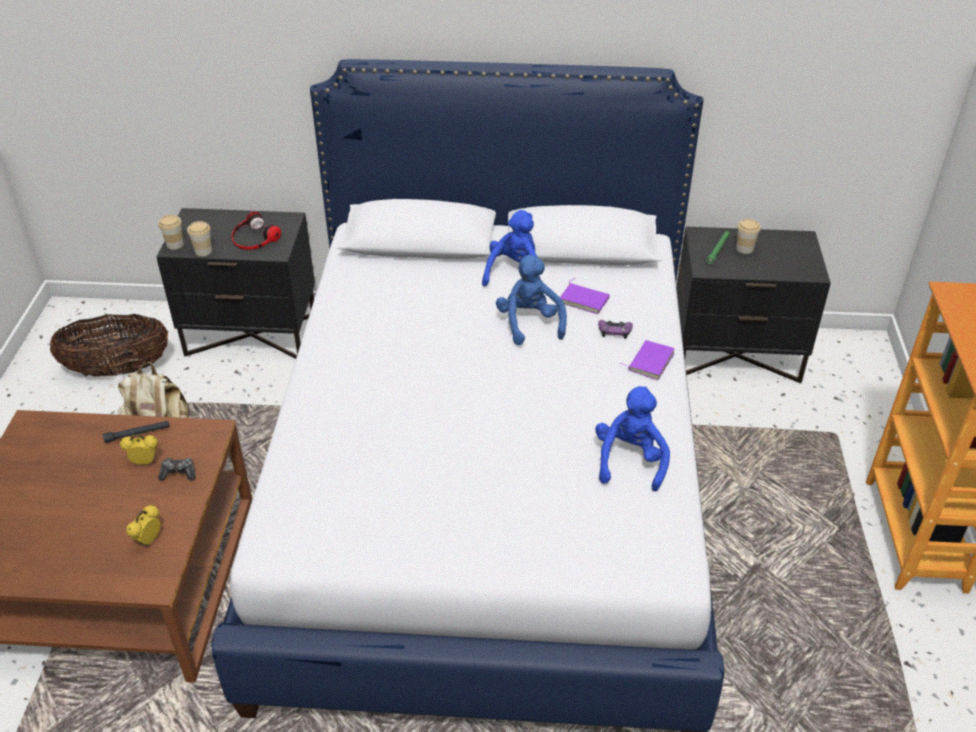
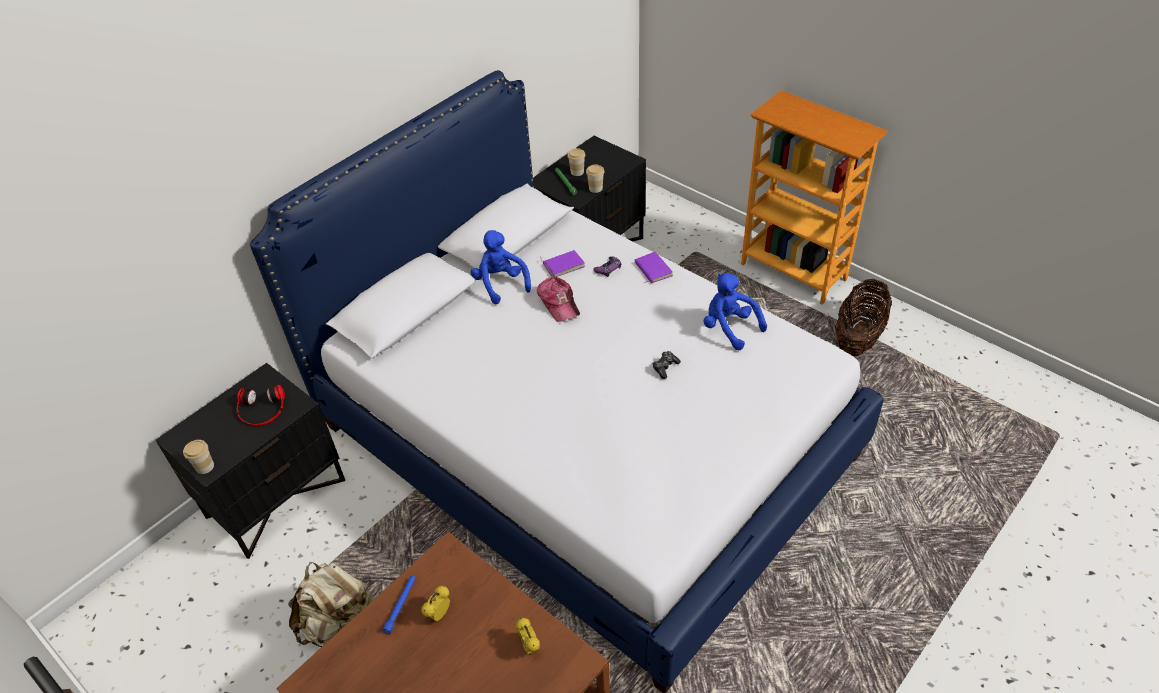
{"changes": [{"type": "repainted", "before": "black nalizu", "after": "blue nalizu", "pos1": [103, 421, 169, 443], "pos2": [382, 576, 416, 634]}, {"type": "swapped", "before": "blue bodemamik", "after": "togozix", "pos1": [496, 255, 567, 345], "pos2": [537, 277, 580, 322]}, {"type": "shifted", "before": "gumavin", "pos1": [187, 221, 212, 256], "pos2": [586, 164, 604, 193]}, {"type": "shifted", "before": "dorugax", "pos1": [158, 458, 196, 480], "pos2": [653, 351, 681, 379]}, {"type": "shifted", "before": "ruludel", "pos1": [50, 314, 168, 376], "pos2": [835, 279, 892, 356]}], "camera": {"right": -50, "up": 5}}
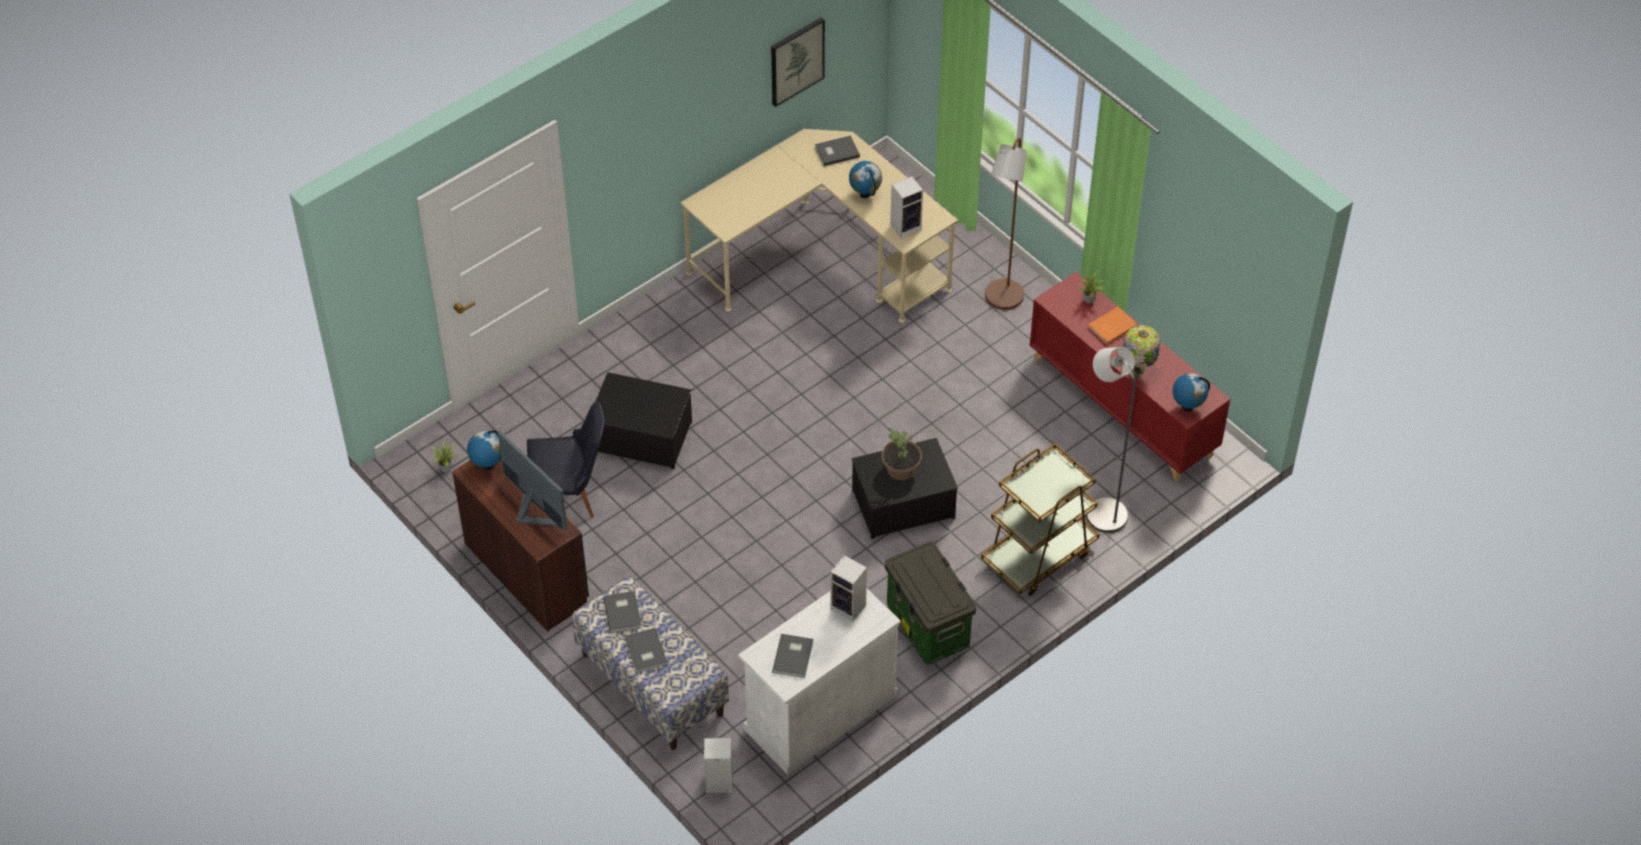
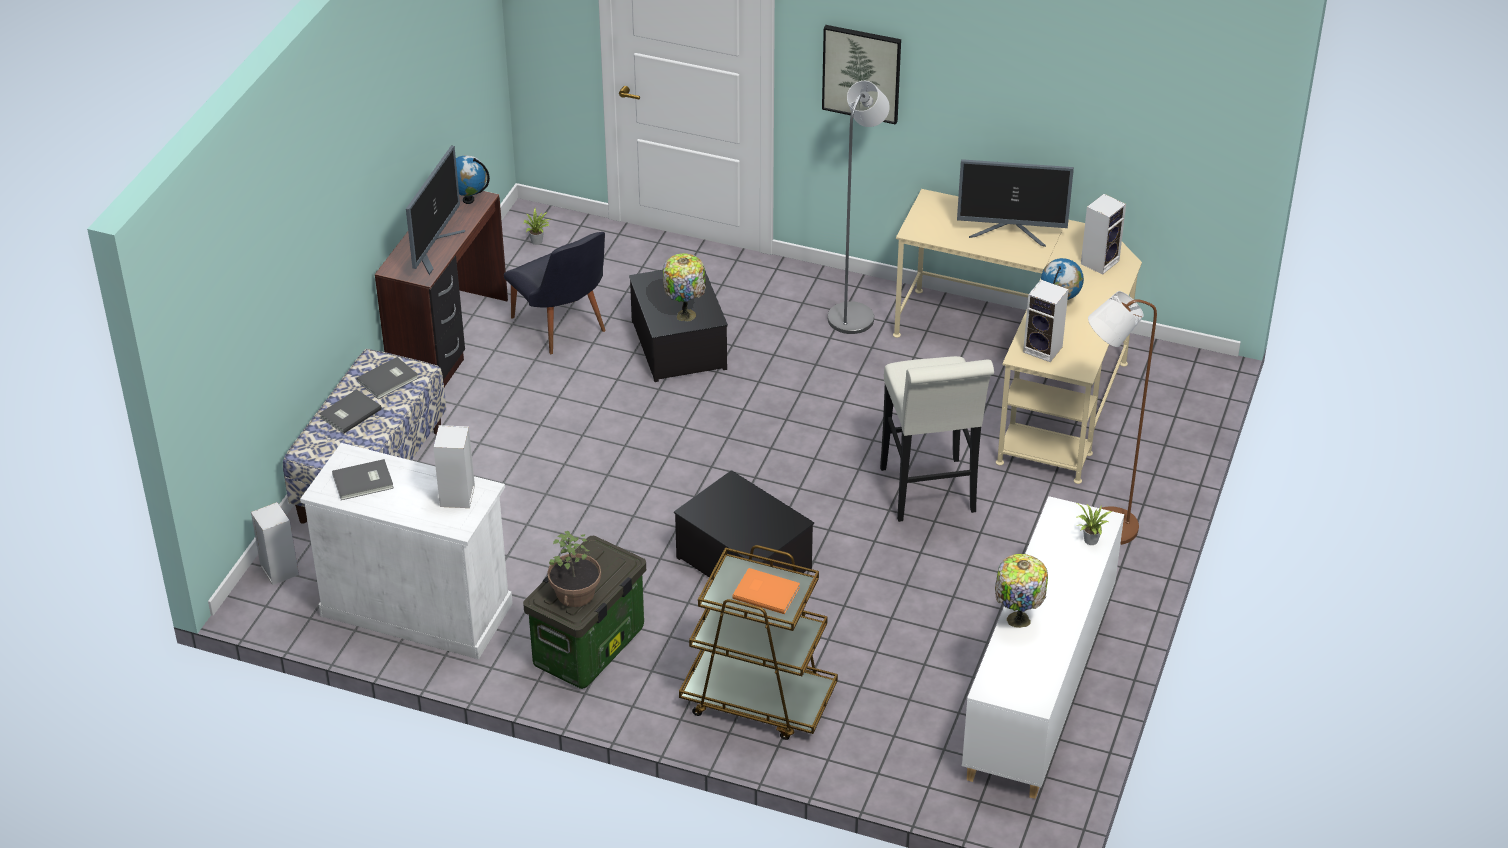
{"changes": [{"type": "shifted", "before": "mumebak", "pos1": [882, 428, 922, 480], "pos2": [547, 531, 601, 607]}, {"type": "new", "after": "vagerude", "pos2": [663, 253, 706, 321]}, {"type": "shifted", "before": "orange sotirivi", "pos1": [1088, 307, 1138, 345], "pos2": [732, 568, 800, 614]}, {"type": "shifted", "before": "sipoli", "pos1": [771, 17, 825, 107], "pos2": [822, 25, 901, 125]}, {"type": "shifted", "before": "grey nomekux", "pos1": [1086, 347, 1136, 533], "pos2": [828, 81, 890, 334]}, {"type": "new", "after": "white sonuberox", "pos2": [880, 356, 994, 522]}, {"type": "new", "after": "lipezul", "pos2": [957, 159, 1074, 247]}, {"type": "repainted", "before": "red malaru", "after": "white malaru", "pos1": [1030, 272, 1230, 481], "pos2": [962, 496, 1124, 799]}, {"type": "swapped", "before": "grey sotirivi", "after": "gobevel", "pos1": [815, 135, 860, 166], "pos2": [1081, 194, 1126, 275]}, {"type": "gone", "before": "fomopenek", "pos1": [1173, 373, 1210, 412]}], "camera": {"right": 60, "up": -10}}
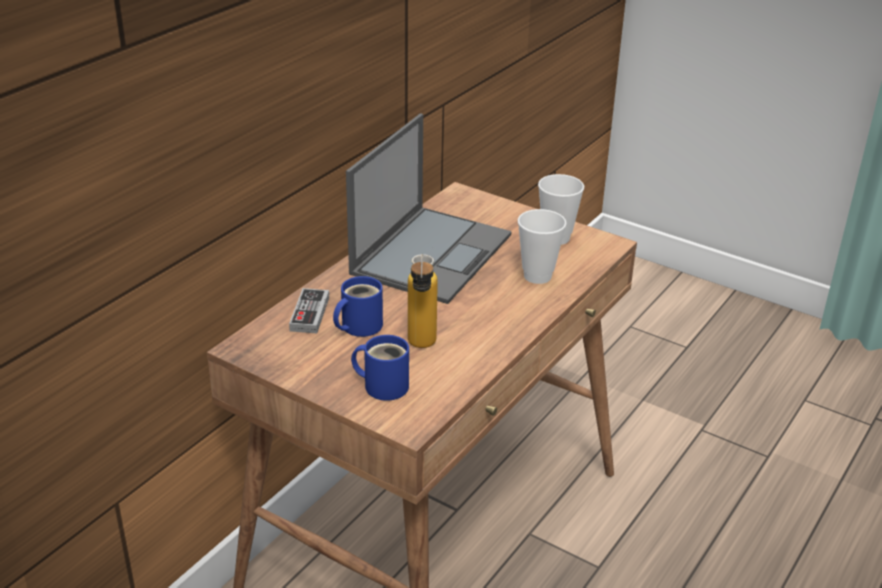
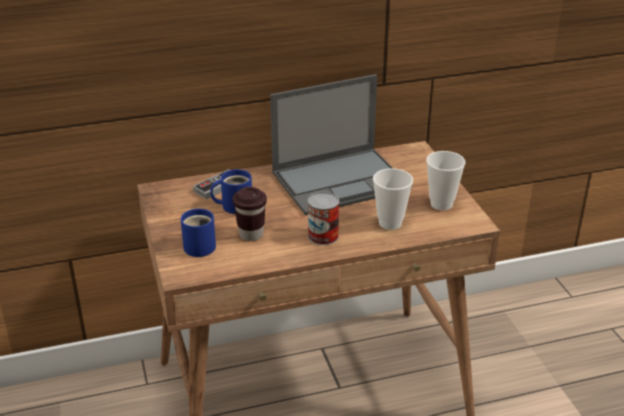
{"changes": [{"type": "swapped", "before": "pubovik", "after": "brown gumavin", "pos1": [408, 254, 438, 348], "pos2": [233, 187, 267, 241]}, {"type": "new", "after": "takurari", "pos2": [308, 192, 339, 245]}], "camera": {"right": 40, "up": 0}}
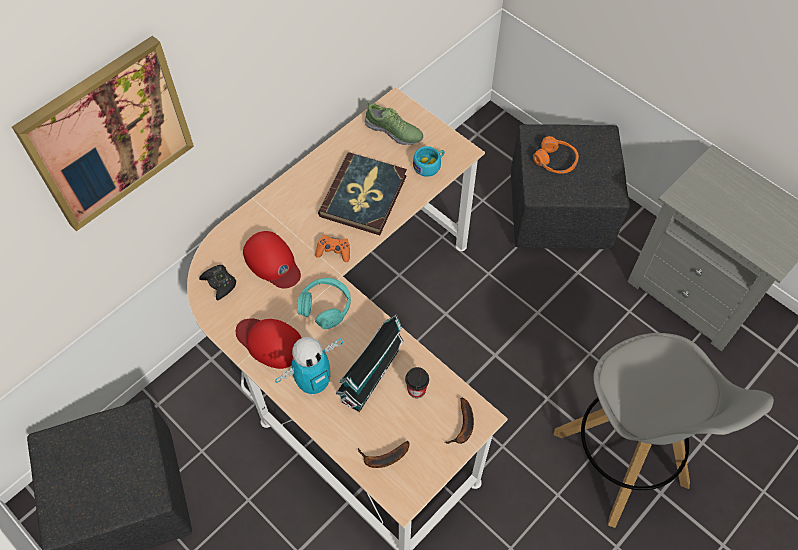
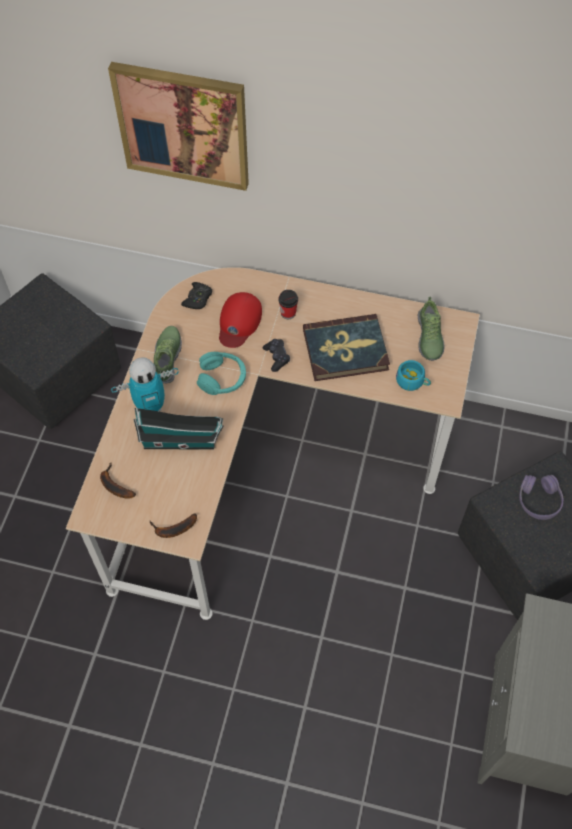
{"changes": [{"type": "rotated", "before": "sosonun", "pos1": [275, 337, 343, 396], "pos2": [111, 357, 179, 411], "turn": -45}, {"type": "swapped", "before": "red togozix", "after": "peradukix", "pos1": [236, 318, 302, 369], "pos2": [154, 326, 182, 383]}, {"type": "repainted", "before": "orange dorugax", "after": "black dorugax", "pos1": [315, 235, 350, 262], "pos2": [263, 339, 290, 372]}, {"type": "shifted", "before": "gumavin", "pos1": [405, 367, 429, 398], "pos2": [278, 290, 298, 319]}, {"type": "repainted", "before": "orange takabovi", "after": "purple takabovi", "pos1": [533, 136, 579, 174], "pos2": [519, 475, 564, 520]}, {"type": "gone", "before": "grey sonuberox", "pos1": [554, 333, 774, 528]}], "camera": {"right": 60, "up": 0}}
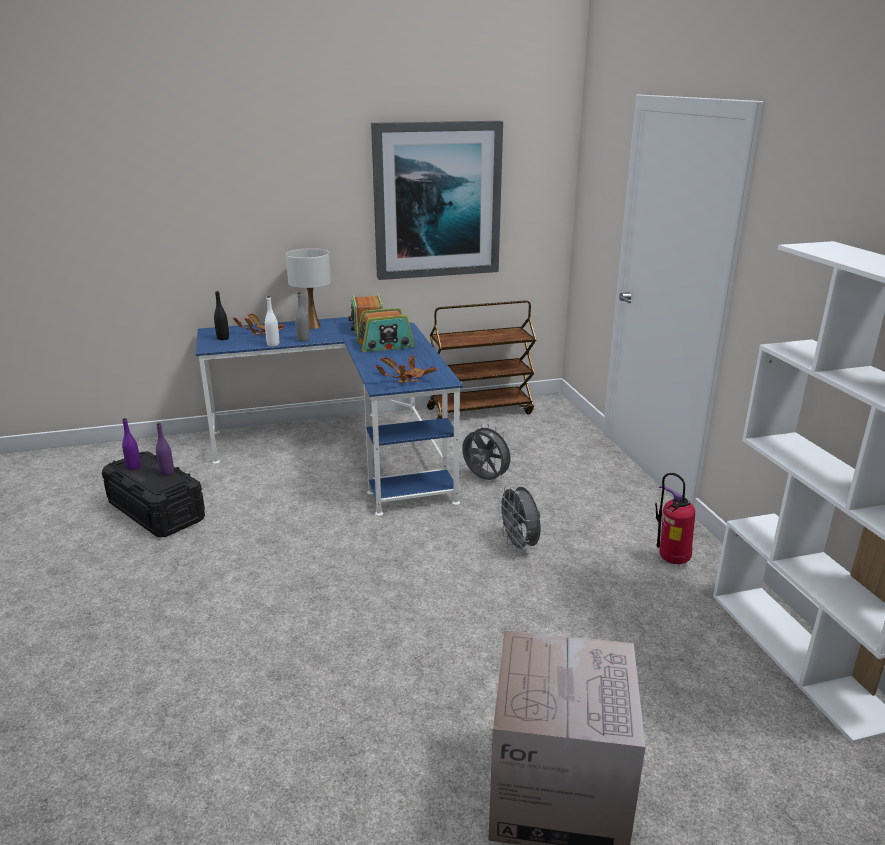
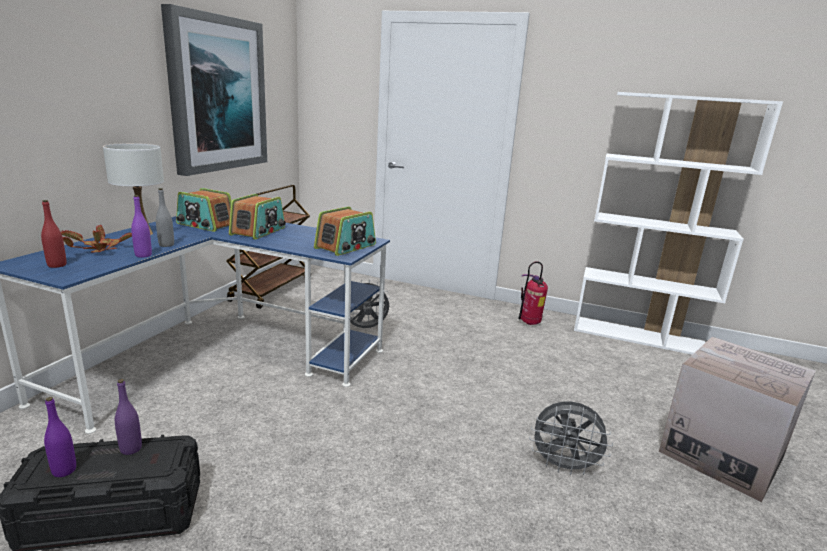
{"changes": [{"type": "repainted", "before": "black pubovik", "after": "red pubovik", "pos1": [214, 291, 229, 340], "pos2": [41, 200, 67, 268]}, {"type": "repainted", "before": "white pubovik", "after": "purple pubovik", "pos1": [265, 296, 279, 346], "pos2": [131, 195, 152, 258]}, {"type": "swapped", "before": "mumebak", "after": "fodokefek", "pos1": [375, 355, 437, 383], "pos2": [314, 207, 376, 256]}, {"type": "shifted", "before": "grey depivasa", "pos1": [497, 485, 541, 553], "pos2": [529, 401, 613, 475]}], "camera": {"right": -55, "up": -5}}
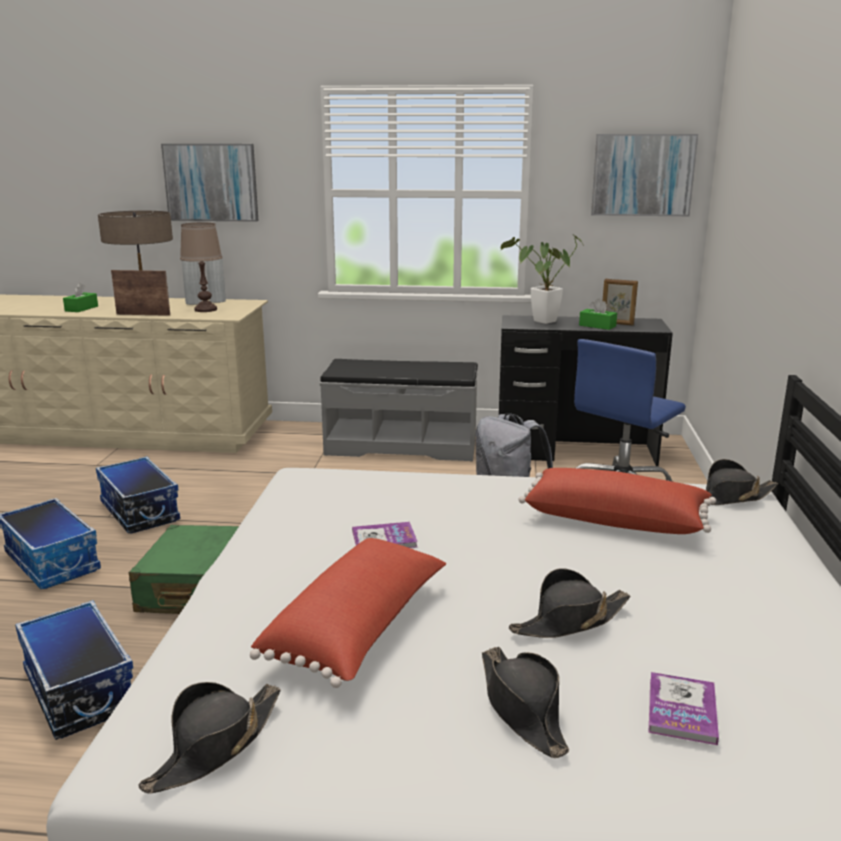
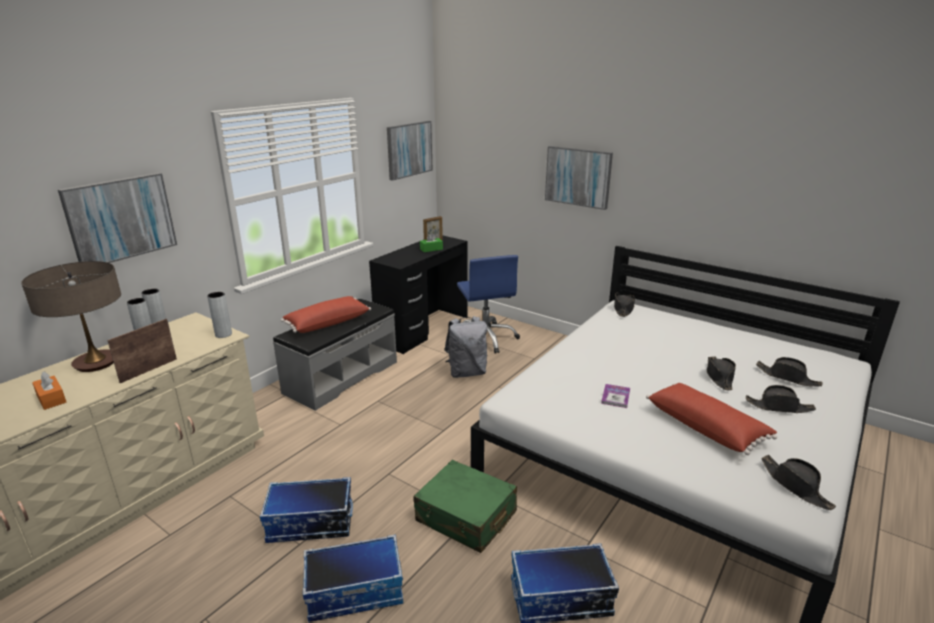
{"changes": [{"type": "repainted", "before": "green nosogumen", "after": "orange nosogumen", "pos1": [63, 283, 98, 312], "pos2": [32, 372, 66, 410]}, {"type": "new", "after": "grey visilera", "pos2": [207, 292, 232, 338]}, {"type": "shifted", "before": "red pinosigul", "pos1": [519, 468, 716, 534], "pos2": [281, 296, 371, 333]}, {"type": "new", "after": "sipoli", "pos2": [545, 146, 613, 210]}, {"type": "swapped", "before": "sotirivi", "after": "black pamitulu", "pos1": [649, 672, 719, 745], "pos2": [756, 357, 823, 386]}, {"type": "gone", "before": "brown vagerude", "pos1": [180, 222, 222, 312]}, {"type": "gone", "before": "mumebak", "pos1": [501, 234, 584, 324]}], "camera": {"right": -60, "up": 5}}
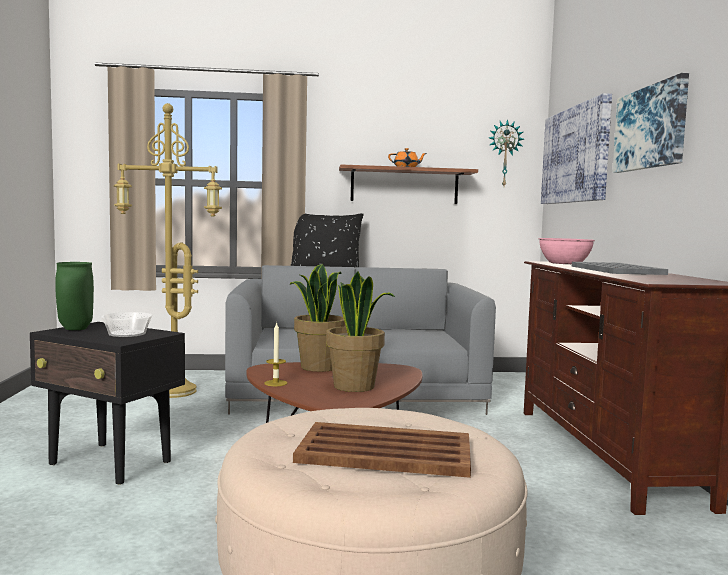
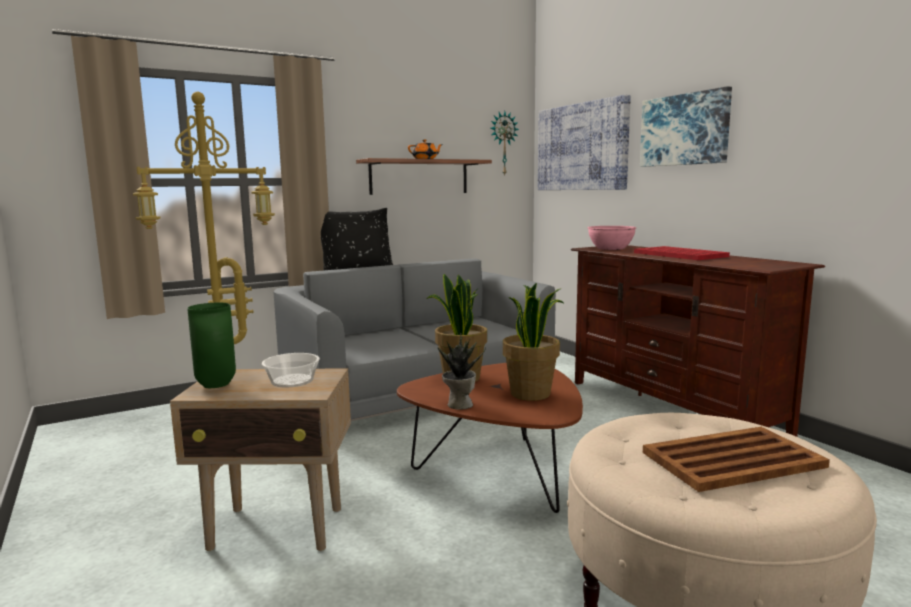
{"changes": [{"type": "repainted", "before": "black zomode", "after": "beige zomode", "pos1": [30, 322, 185, 485], "pos2": [170, 368, 351, 551]}, {"type": "swapped", "before": "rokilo", "after": "mumebak", "pos1": [264, 323, 288, 386], "pos2": [438, 332, 486, 410]}, {"type": "repainted", "before": "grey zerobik", "after": "red zerobik", "pos1": [572, 262, 668, 275], "pos2": [634, 246, 730, 260]}], "camera": {"right": -25, "up": 5}}
